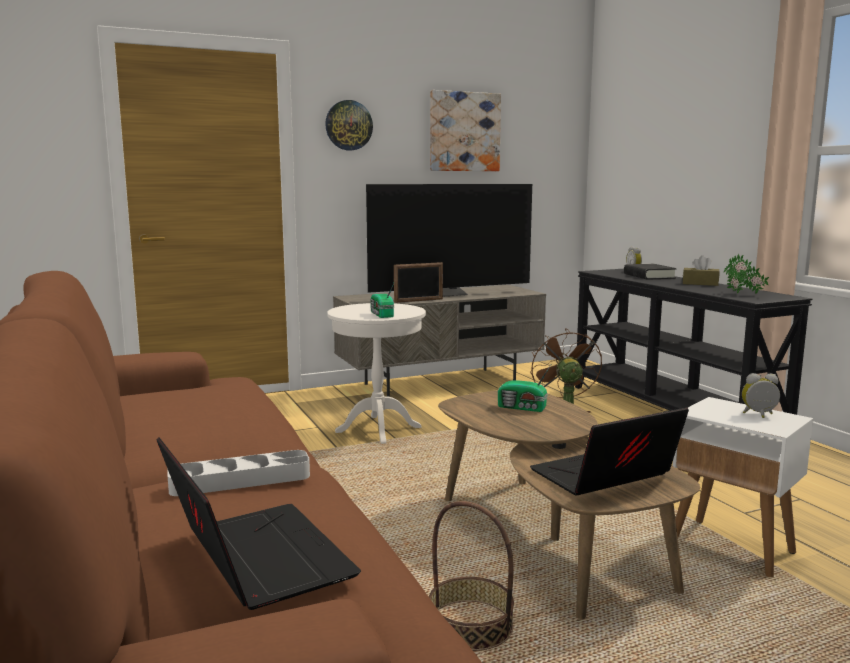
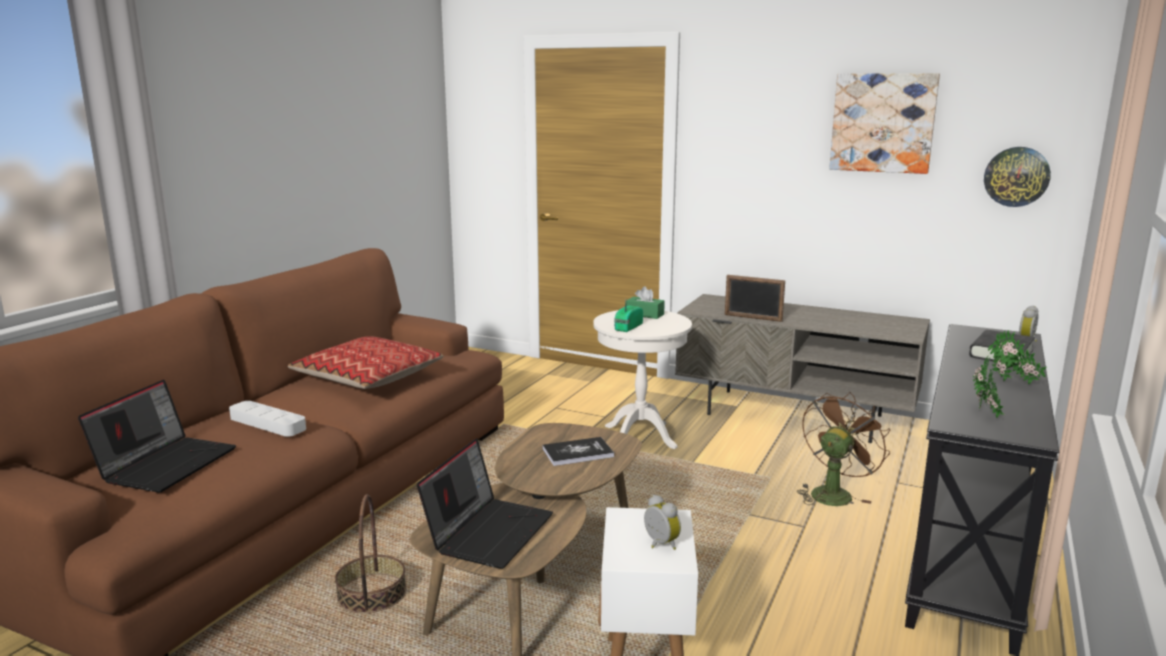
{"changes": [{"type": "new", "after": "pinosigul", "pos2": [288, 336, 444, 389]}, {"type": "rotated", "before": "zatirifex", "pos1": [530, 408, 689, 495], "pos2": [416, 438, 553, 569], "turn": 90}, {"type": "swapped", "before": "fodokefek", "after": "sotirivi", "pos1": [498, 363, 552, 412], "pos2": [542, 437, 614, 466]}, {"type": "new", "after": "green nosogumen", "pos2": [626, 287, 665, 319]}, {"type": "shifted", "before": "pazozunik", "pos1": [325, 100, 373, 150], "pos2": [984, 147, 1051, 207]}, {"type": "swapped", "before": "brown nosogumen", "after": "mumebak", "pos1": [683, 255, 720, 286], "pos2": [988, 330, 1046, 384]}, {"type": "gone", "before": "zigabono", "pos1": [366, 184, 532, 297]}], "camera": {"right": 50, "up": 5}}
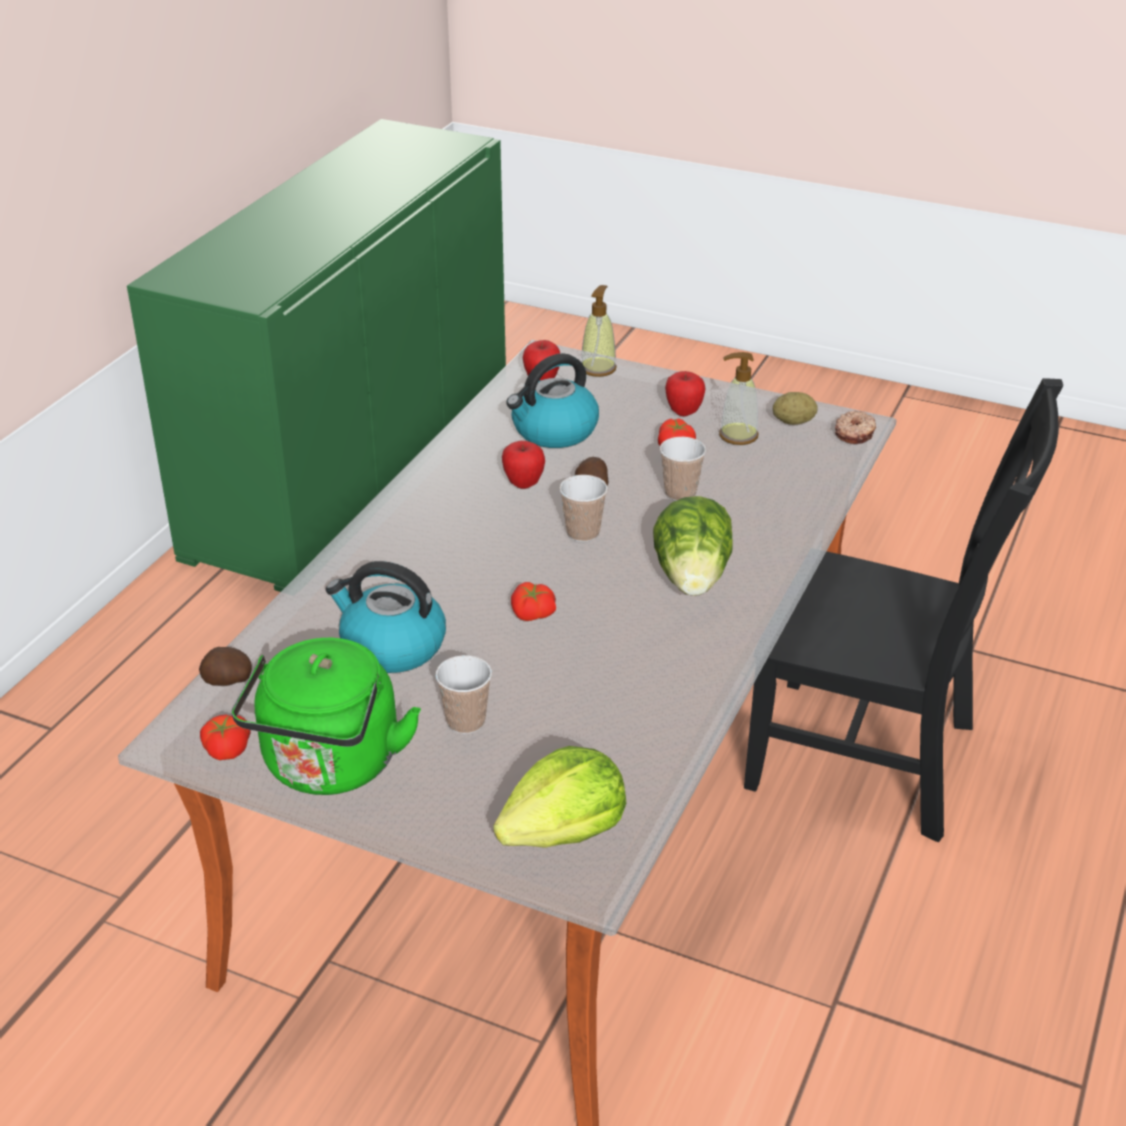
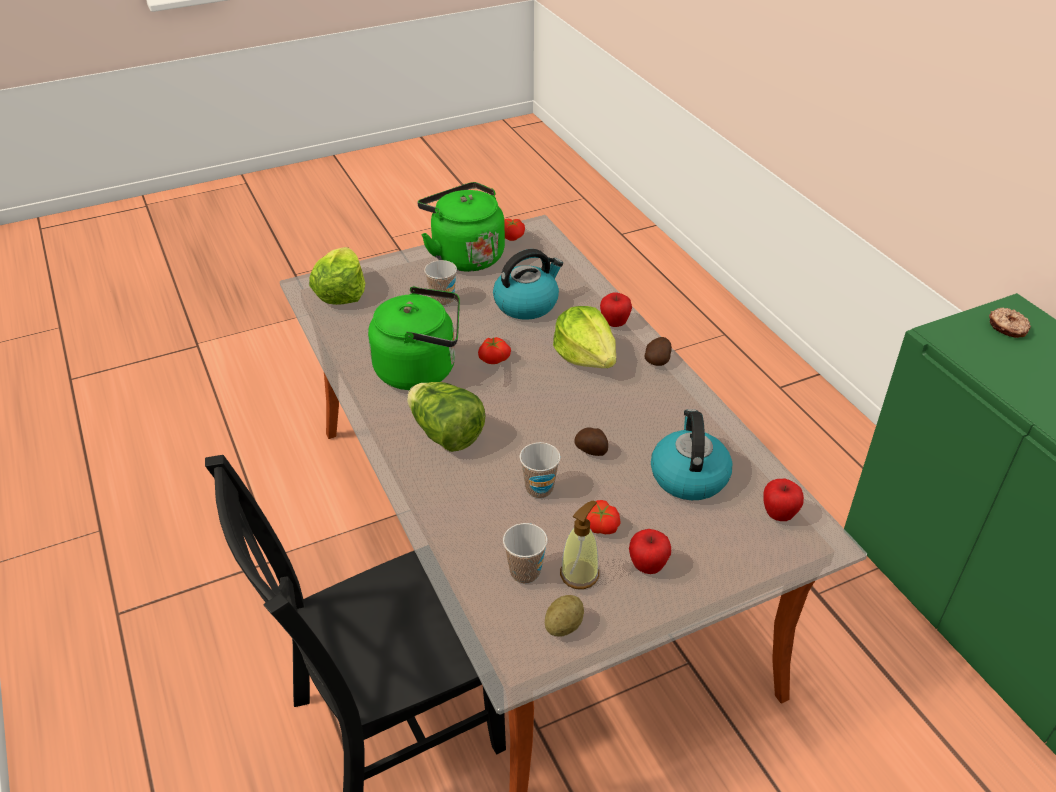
{"changes": [{"type": "new", "after": "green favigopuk", "pos2": [368, 287, 460, 390]}, {"type": "shifted", "before": "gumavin", "pos1": [560, 475, 608, 542], "pos2": [503, 523, 547, 584]}, {"type": "new", "after": "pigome", "pos2": [553, 306, 616, 368]}, {"type": "shifted", "before": "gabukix", "pos1": [502, 441, 545, 489], "pos2": [600, 292, 632, 327]}, {"type": "shifted", "before": "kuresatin", "pos1": [199, 647, 252, 686], "pos2": [645, 337, 672, 366]}, {"type": "shifted", "before": "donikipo", "pos1": [835, 411, 876, 444], "pos2": [989, 308, 1031, 338]}, {"type": "gone", "before": "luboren", "pos1": [581, 285, 617, 377]}], "camera": {"right": 130, "up": 5}}
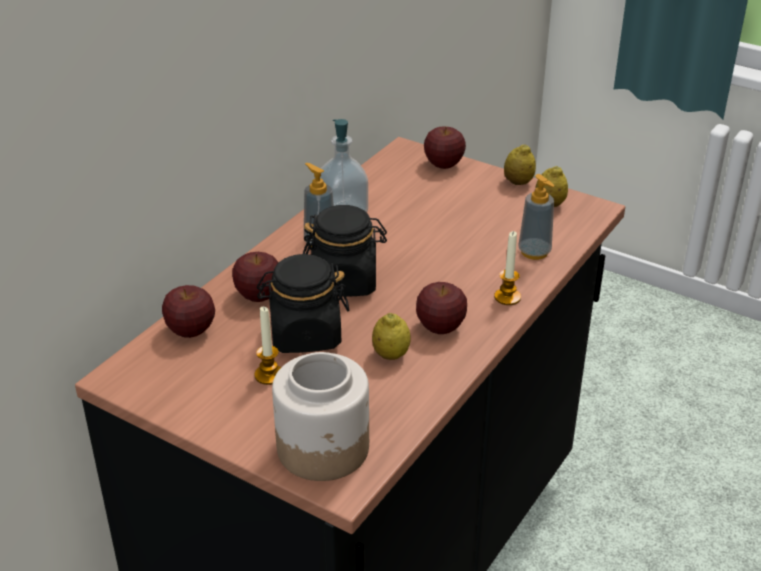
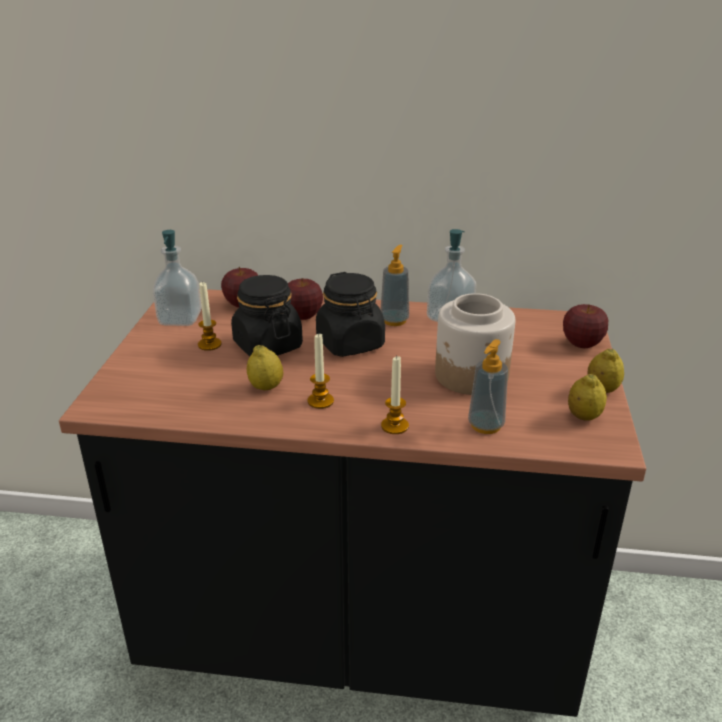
{"changes": [{"type": "new", "after": "luboren", "pos2": [153, 230, 202, 326]}, {"type": "swapped", "before": "gabukix", "after": "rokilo", "pos1": [416, 282, 467, 334], "pos2": [307, 333, 334, 409]}, {"type": "shifted", "before": "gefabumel", "pos1": [272, 352, 369, 481], "pos2": [435, 293, 515, 395]}], "camera": {"right": 65, "up": -5}}
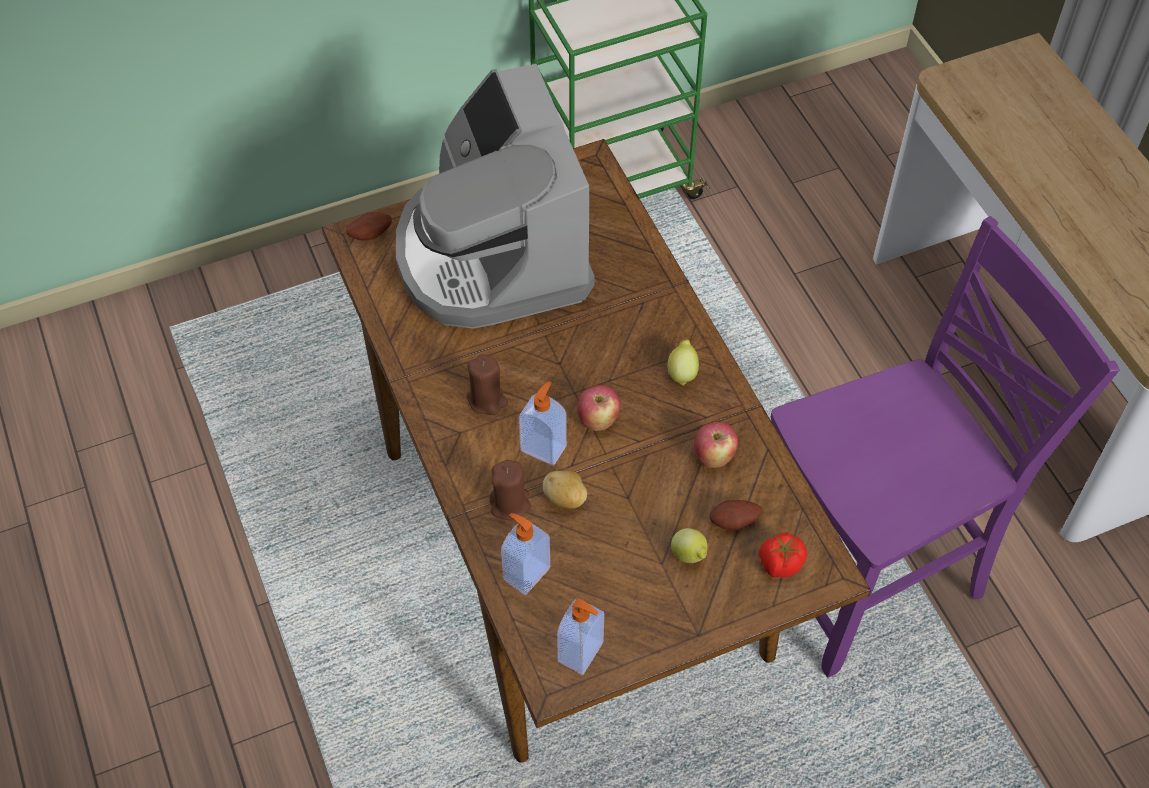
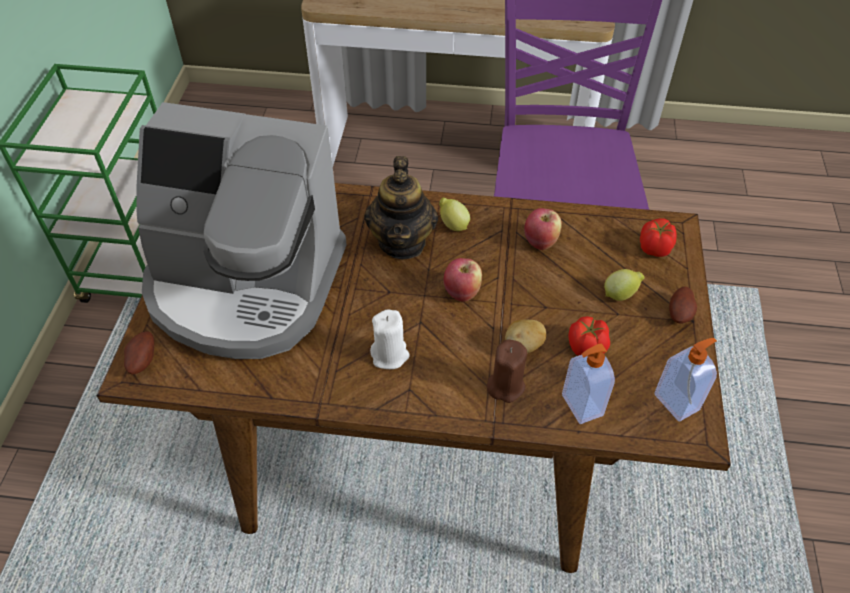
{"changes": [{"type": "new", "after": "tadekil", "pos2": [364, 156, 438, 259]}, {"type": "repainted", "before": "brown rokilo", "after": "white rokilo", "pos1": [467, 354, 508, 415], "pos2": [370, 309, 410, 369]}, {"type": "new", "after": "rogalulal", "pos2": [568, 316, 610, 356]}, {"type": "shifted", "before": "kuresatin", "pos1": [710, 500, 763, 530], "pos2": [669, 287, 697, 324]}, {"type": "gone", "before": "luboren", "pos1": [519, 381, 567, 466]}], "camera": {"right": -60, "up": -5}}
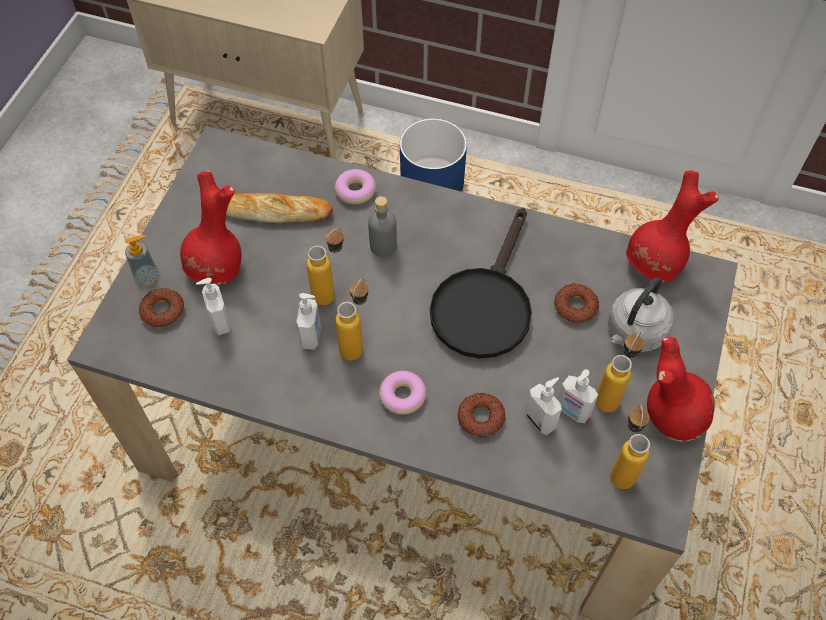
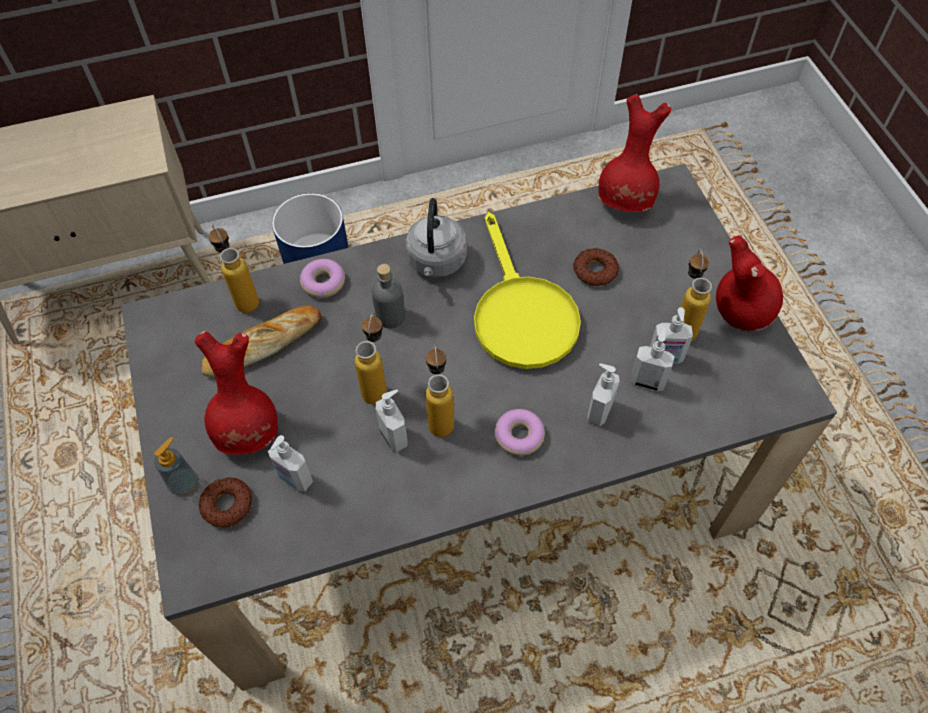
{"changes": [{"type": "shifted", "before": "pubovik", "pos1": [610, 405, 650, 489], "pos2": [209, 225, 259, 313]}, {"type": "shifted", "before": "grey favigopuk", "pos1": [608, 277, 674, 352], "pos2": [405, 198, 467, 278]}, {"type": "repainted", "before": "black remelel", "after": "yellow remelel", "pos1": [430, 208, 532, 358], "pos2": [474, 212, 581, 369]}, {"type": "swapped", "before": "donikipo", "after": "luboren", "pos1": [458, 393, 505, 437], "pos2": [587, 363, 620, 427]}], "camera": {"right": -35, "up": 0}}
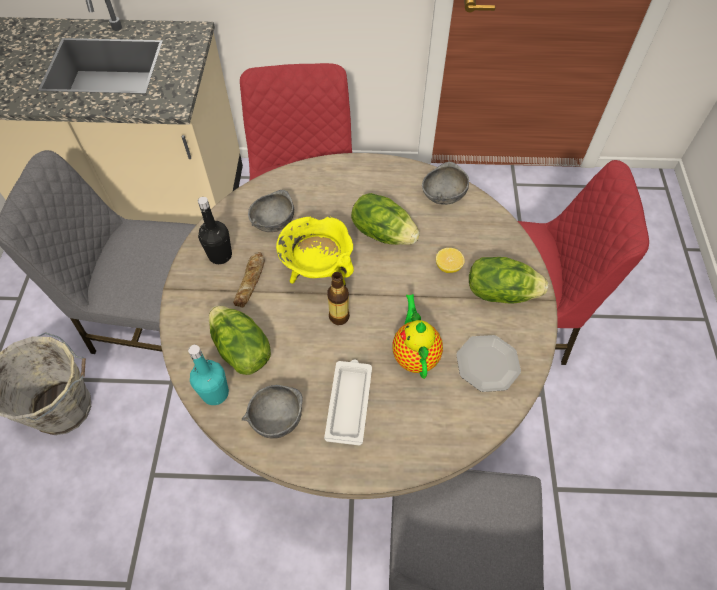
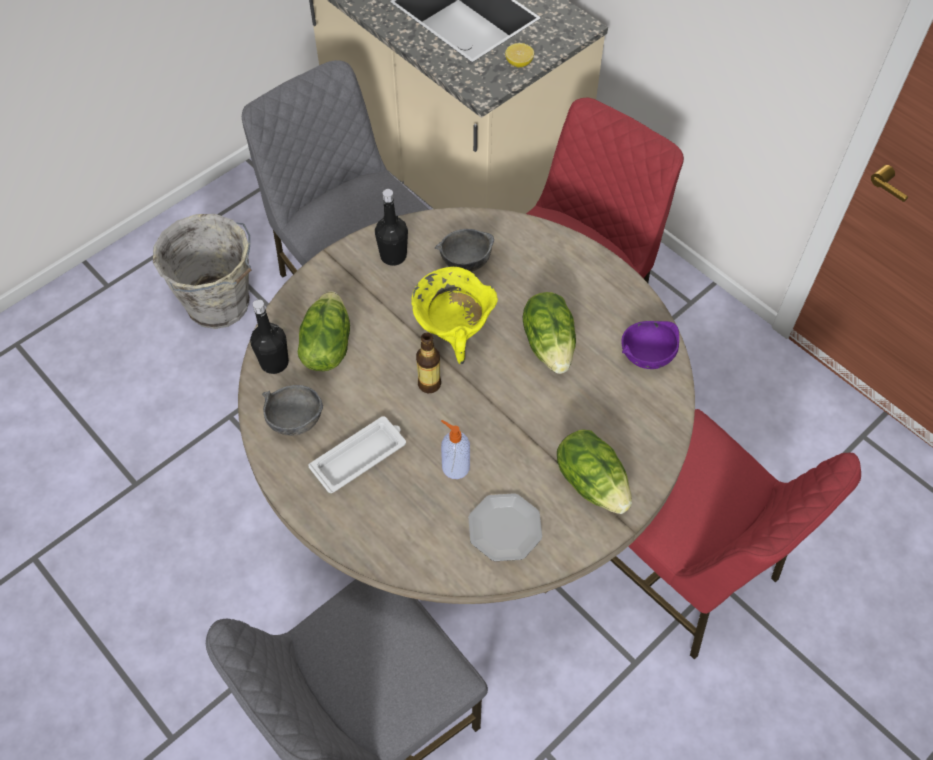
{"changes": [{"type": "repainted", "before": "turquoise pubovik", "after": "black pubovik", "pos1": [188, 345, 229, 405], "pos2": [250, 299, 289, 374]}, {"type": "swapped", "before": "tadekil", "after": "luboren", "pos1": [393, 294, 443, 379], "pos2": [441, 420, 470, 479]}, {"type": "shifted", "before": "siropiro", "pos1": [436, 248, 465, 273], "pos2": [505, 43, 534, 67]}, {"type": "repainted", "before": "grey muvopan", "after": "purple muvopan", "pos1": [422, 162, 469, 205], "pos2": [621, 321, 679, 369]}, {"type": "gone", "before": "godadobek", "pos1": [233, 252, 265, 308]}], "camera": {"right": 45, "up": 0}}
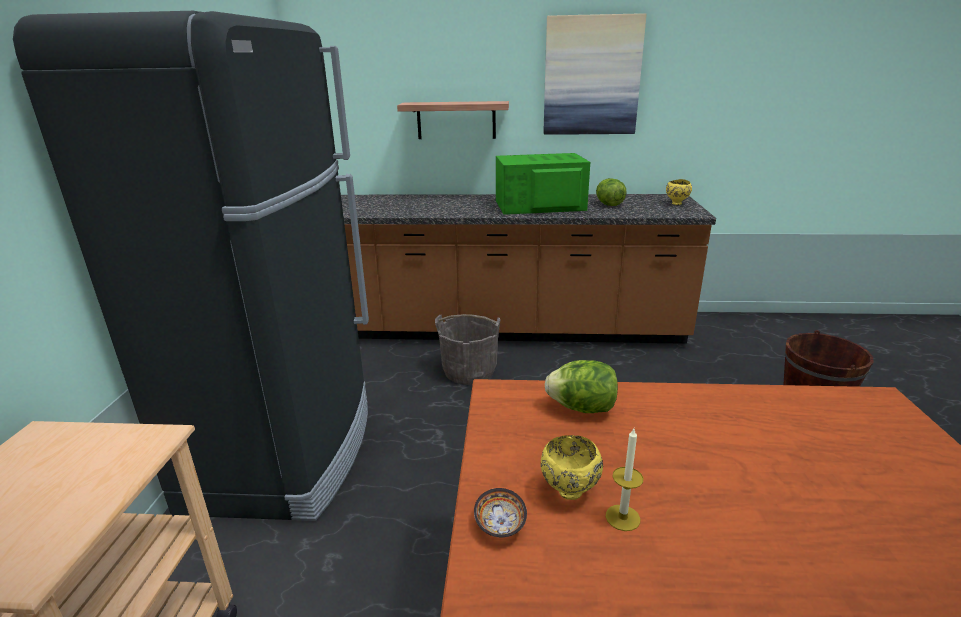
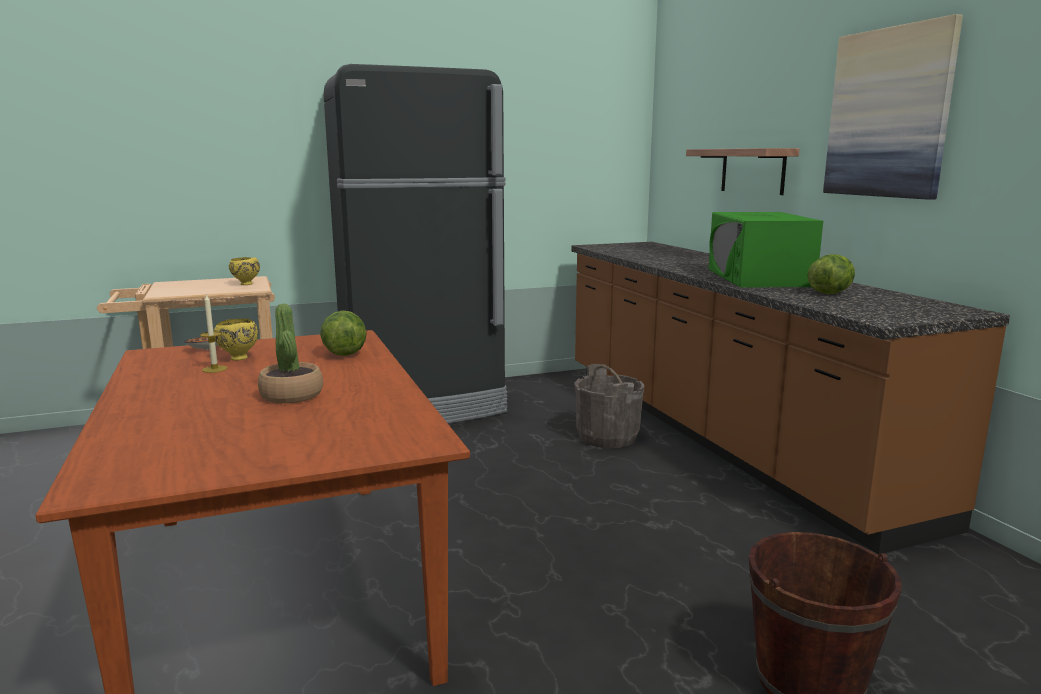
{"changes": [{"type": "shifted", "before": "yellow muvopan", "pos1": [666, 179, 692, 205], "pos2": [229, 257, 260, 285]}, {"type": "new", "after": "mumebak", "pos2": [258, 304, 323, 403]}, {"type": "rotated", "before": "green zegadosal", "pos1": [496, 153, 590, 215], "pos2": [709, 212, 823, 287], "turn": -150}], "camera": {"right": 65, "up": -10}}
